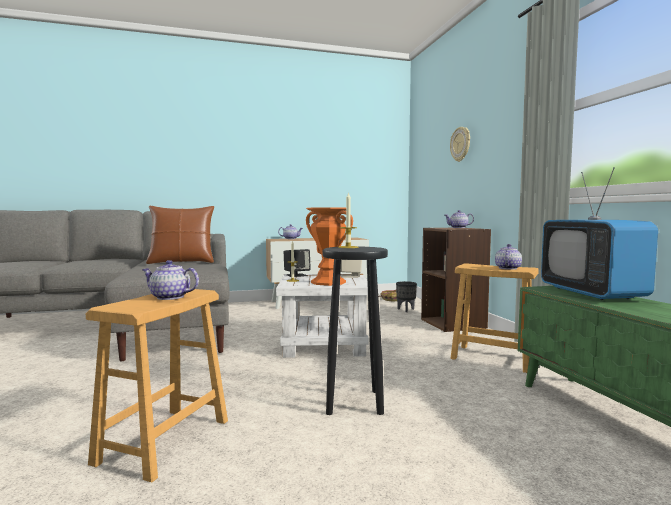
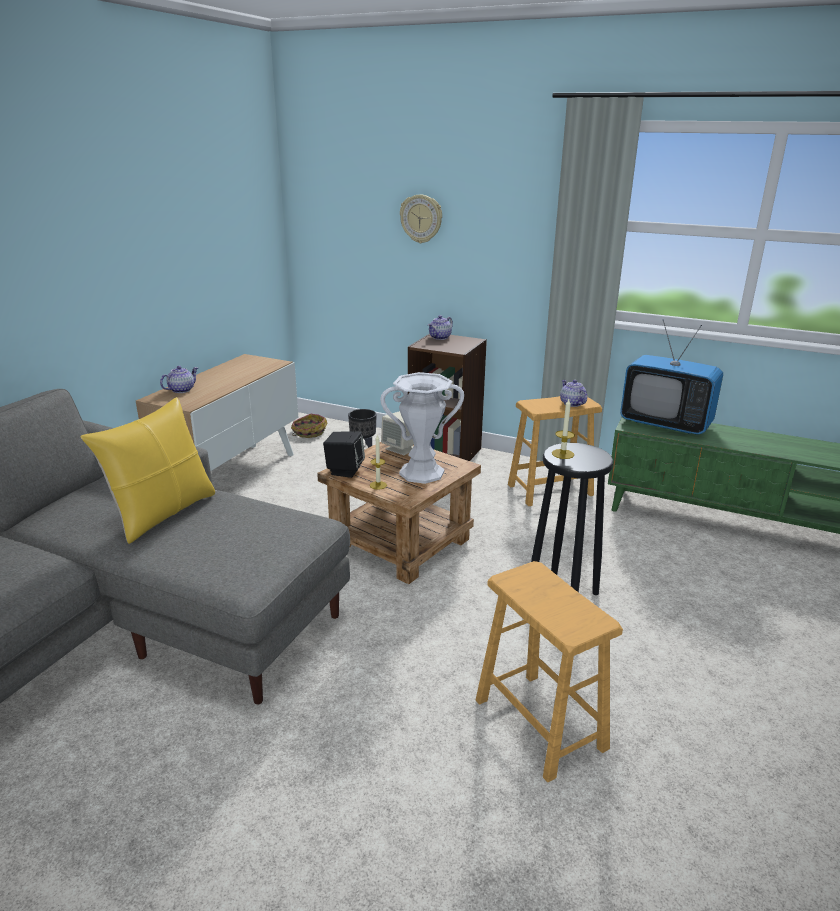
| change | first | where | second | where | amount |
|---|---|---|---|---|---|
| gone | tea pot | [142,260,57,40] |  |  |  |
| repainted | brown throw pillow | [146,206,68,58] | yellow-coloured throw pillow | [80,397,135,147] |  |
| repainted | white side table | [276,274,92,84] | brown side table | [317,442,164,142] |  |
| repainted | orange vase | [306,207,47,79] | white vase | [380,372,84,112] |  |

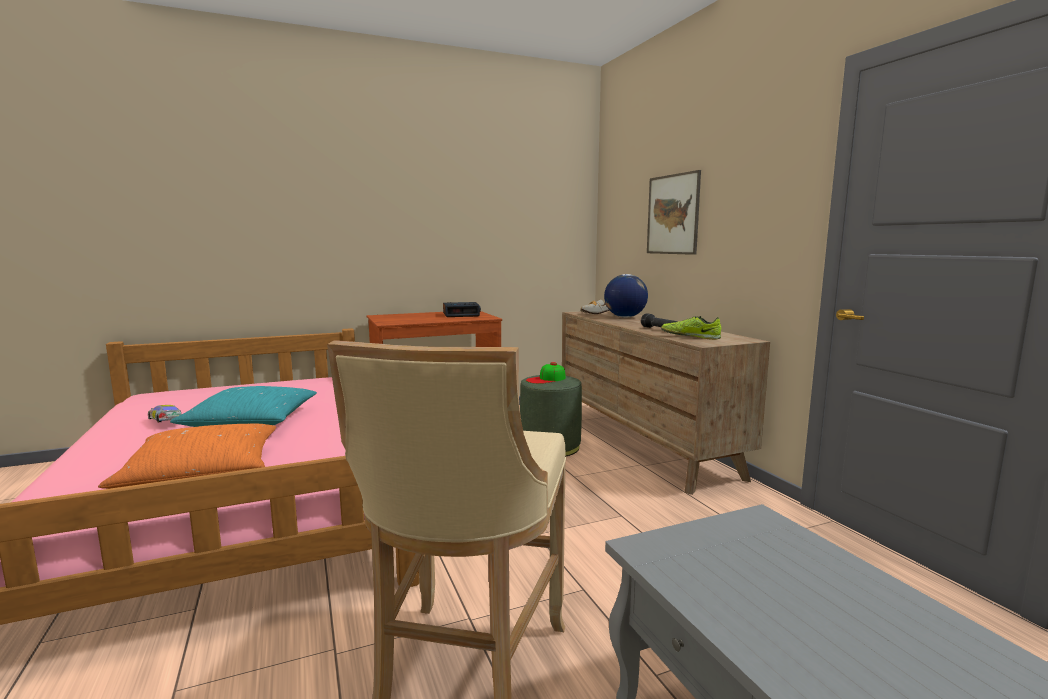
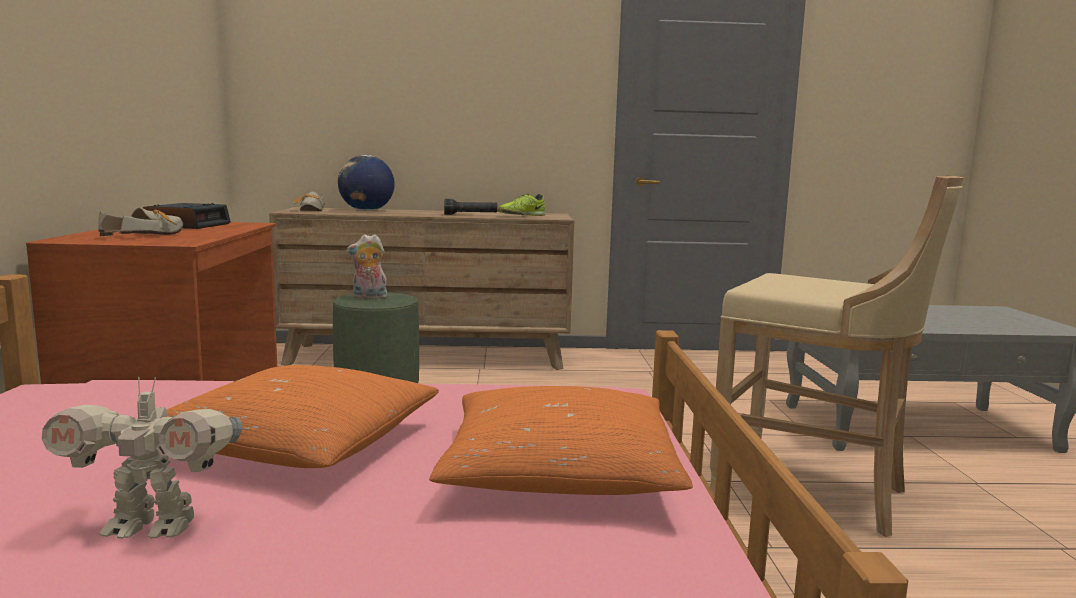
| change | first | where | second | where | amount |
|---|---|---|---|---|---|
| gone | wall art | [647,170,54,85] |  |  |  |
| new |  |  | item of footwear | [98,208,85,29] |  |
| swapped | model car | [148,405,33,17] | toy robot | [42,377,200,162] |  |
| swapped | cap | [526,362,40,22] | plush toy | [347,234,40,65] |  |
| repainted | blue-green throw pillow | [170,386,147,41] | orange throw pillow | [166,365,273,103] |  |

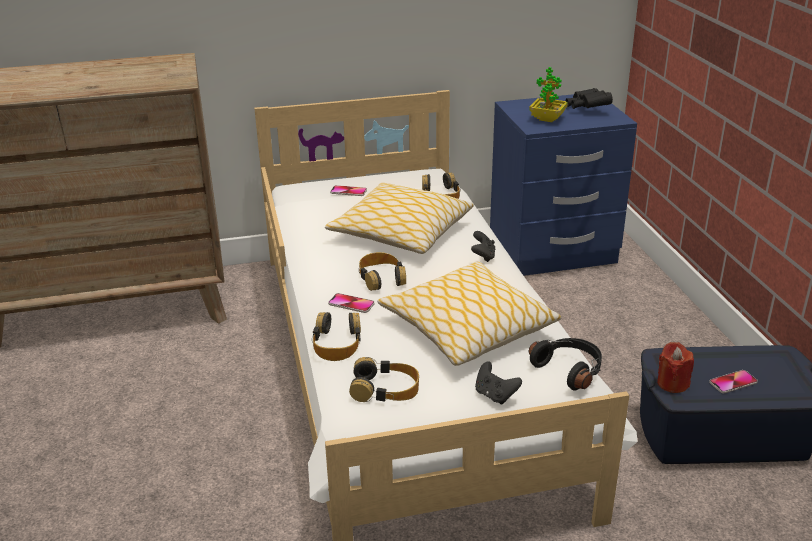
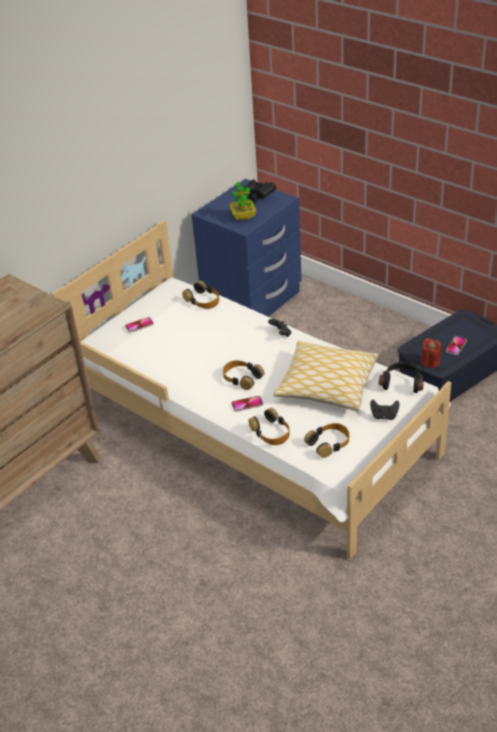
| change | first | where | second | where | amount |
|---|---|---|---|---|---|
| gone | throw pillow | [325,182,149,72] |  |  |  |

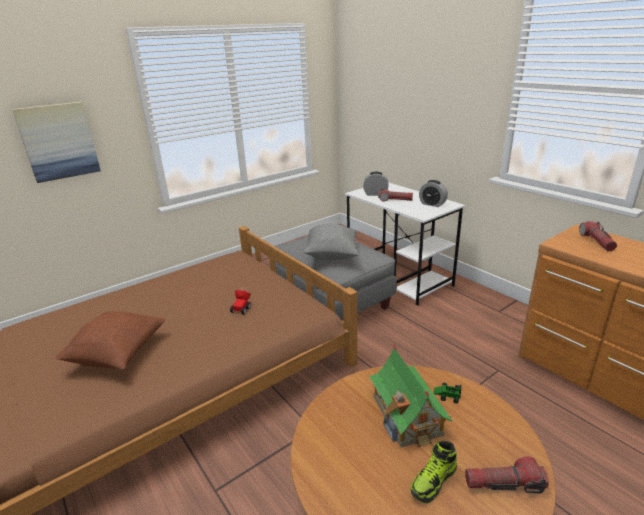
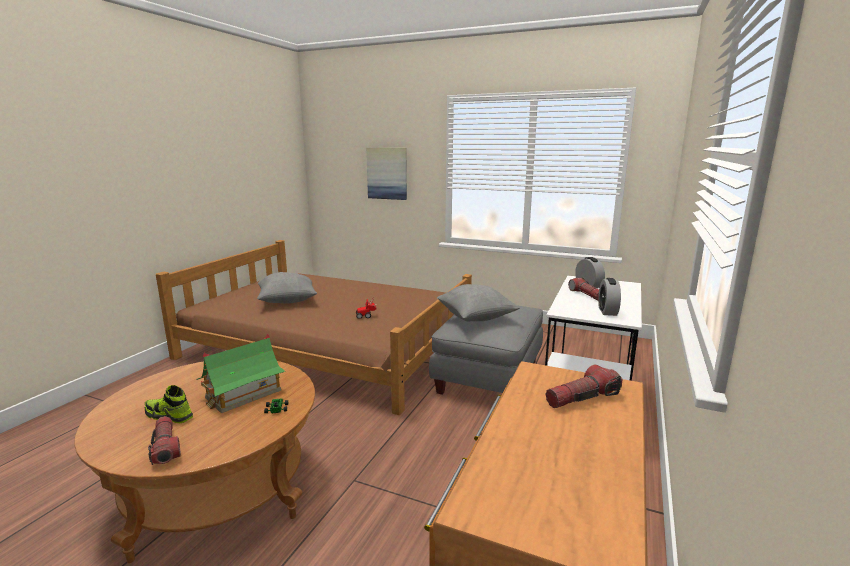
| change | first | where | second | where | amount |
|---|---|---|---|---|---|
| repainted | brown throw pillow | [56,312,110,58] | greyish throw pillow | [257,272,60,32] |  |

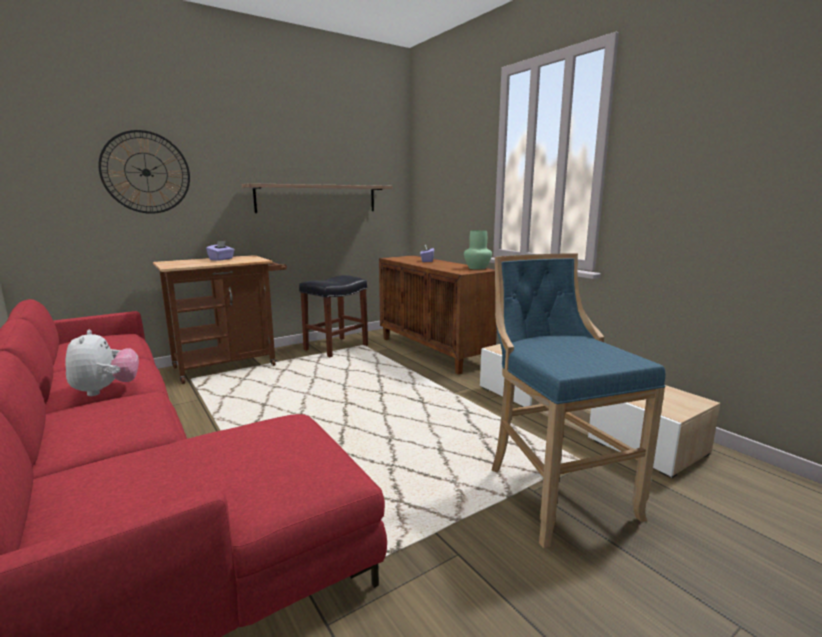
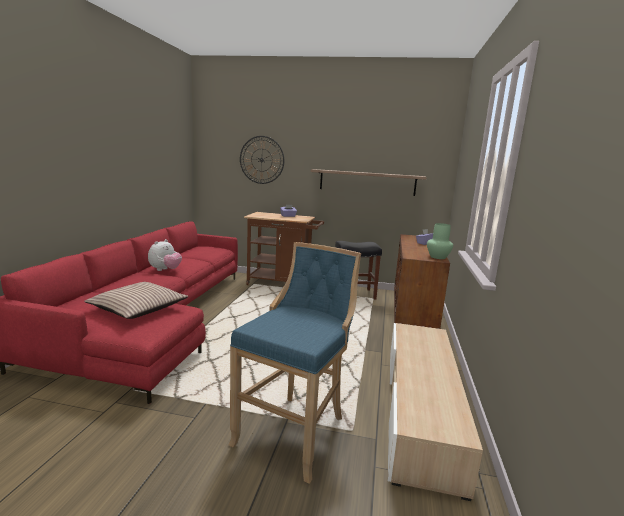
| change | first | where | second | where | amount |
|---|---|---|---|---|---|
| new |  |  | throw pillow | [84,282,104,37] |  |

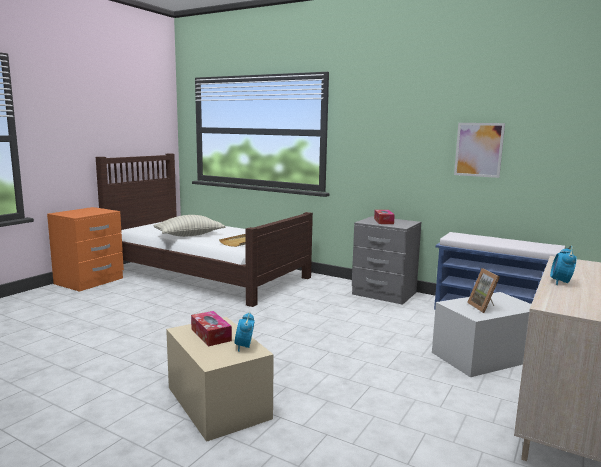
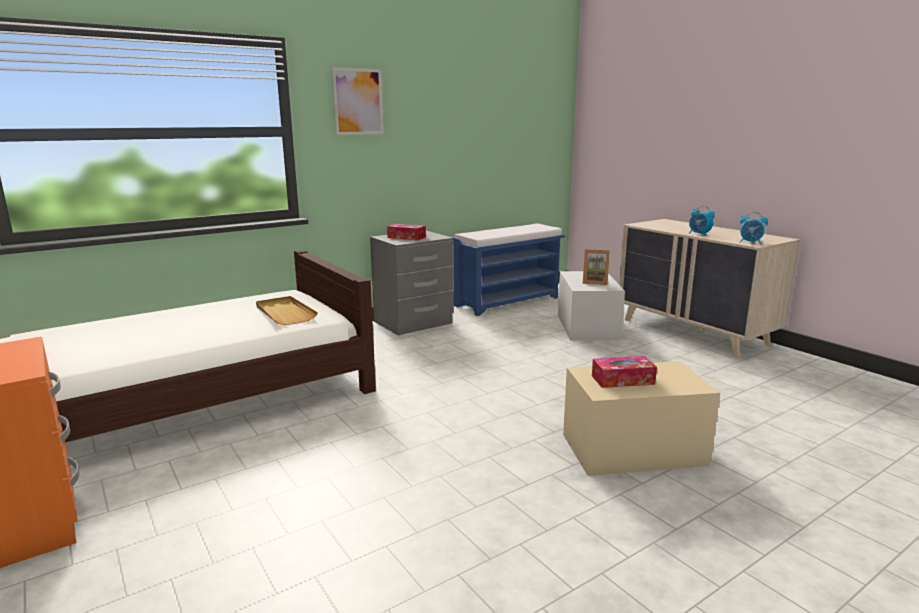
| change | first | where | second | where | amount |
|---|---|---|---|---|---|
| gone | throw pillow | [153,215,72,22] |  |  |  |
| shifted | alarm clock | [234,312,21,40] |  | [740,212,28,32] |  |
| shifted | wall art | [454,123,51,55] |  | [332,67,52,68] |  |

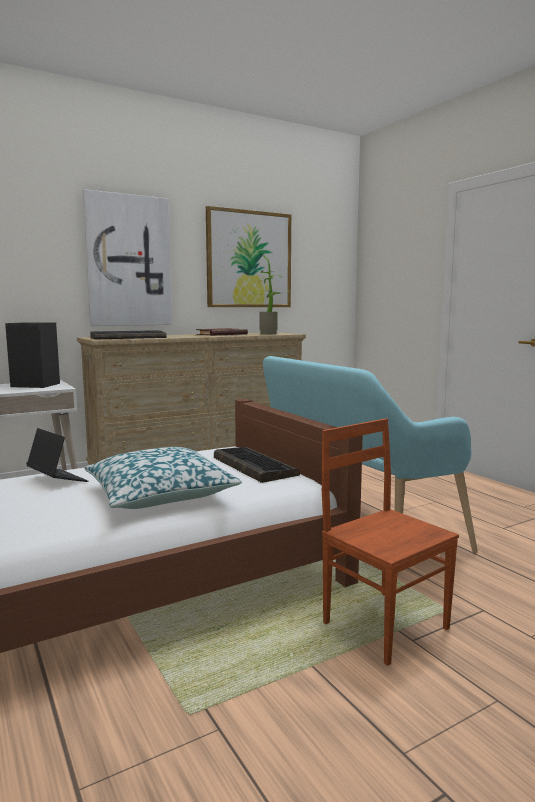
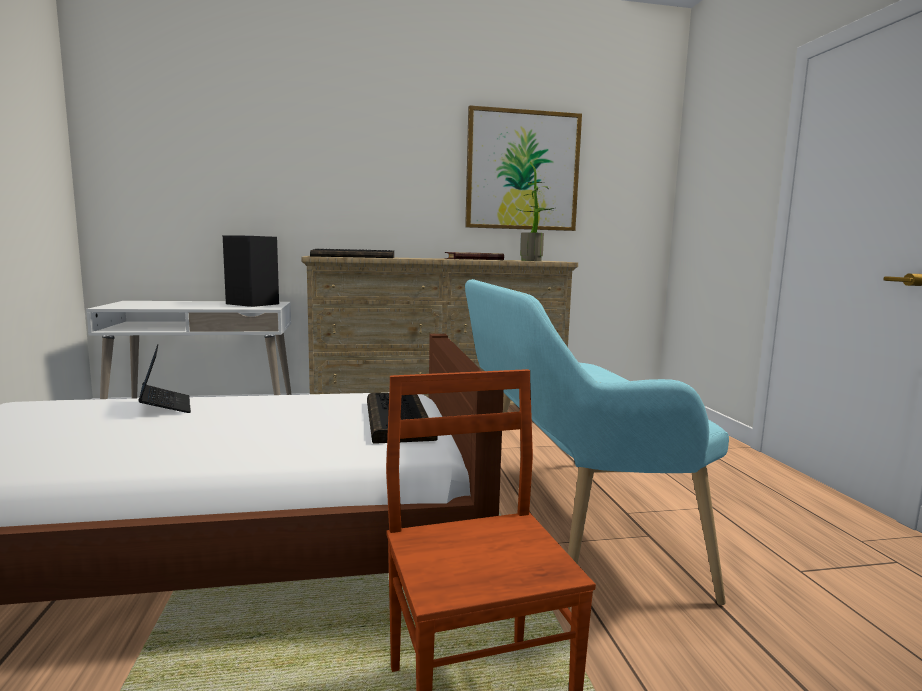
| change | first | where | second | where | amount |
|---|---|---|---|---|---|
| gone | wall art | [83,189,89,137] |  |  |  |
| gone | throw pillow | [84,447,158,62] |  |  |  |

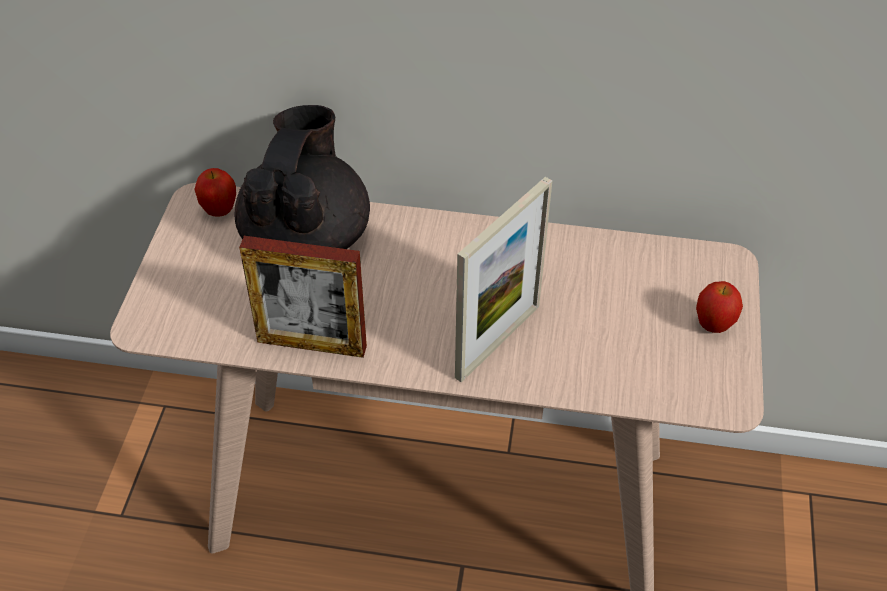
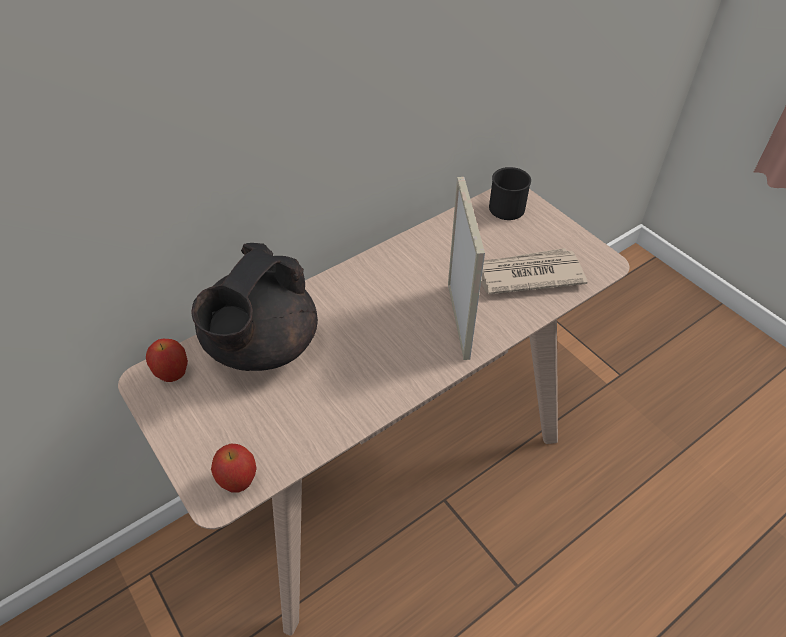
| change | first | where | second | where | amount |
|---|---|---|---|---|---|
| gone | photo frame | [239,236,128,122] |  |  |  |
| new |  |  | daily paper | [481,248,106,46] |  |
| new |  |  | black coffee mug | [489,167,42,53] |  |
| shifted | apple fruit | [696,281,47,52] |  | [211,444,46,49] |  |
| rotated | black tea pot | [234,105,136,144] |  | [191,243,127,128] | 120 degrees counterclockwise |

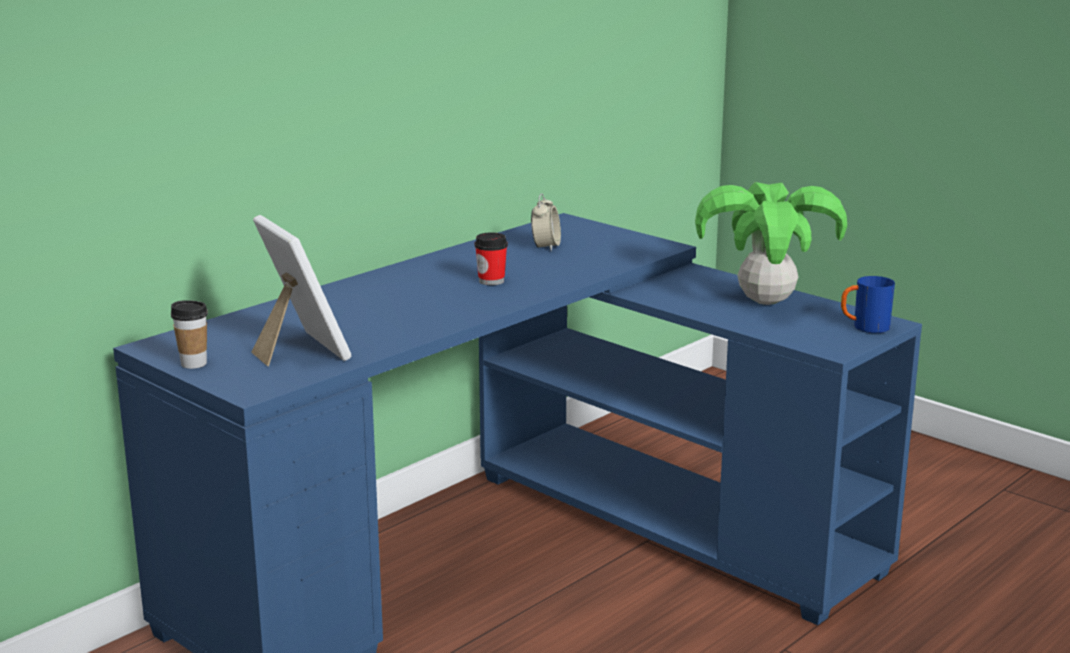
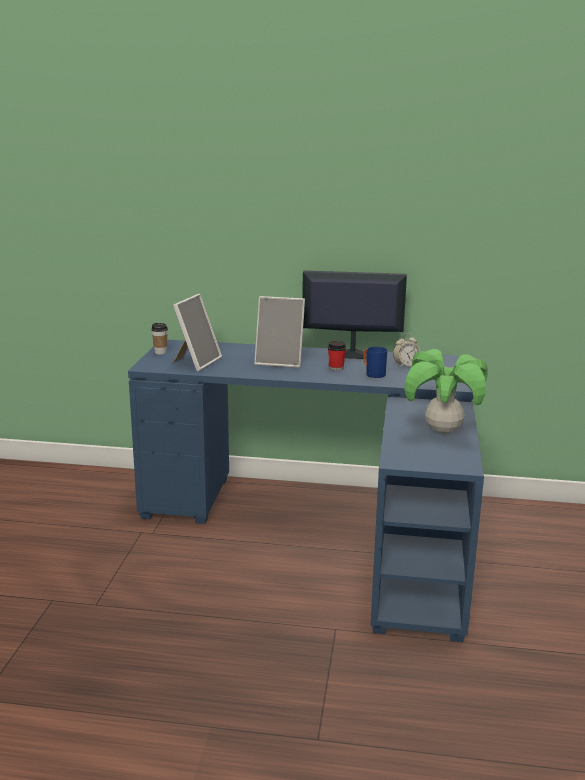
| change | first | where | second | where | amount |
|---|---|---|---|---|---|
| new |  |  | photo frame | [254,296,51,72] |  |
| new |  |  | computer display | [302,270,105,89] |  |
| shifted | blue-coloured coffee mug | [841,276,54,57] |  | [363,347,24,31] |  |

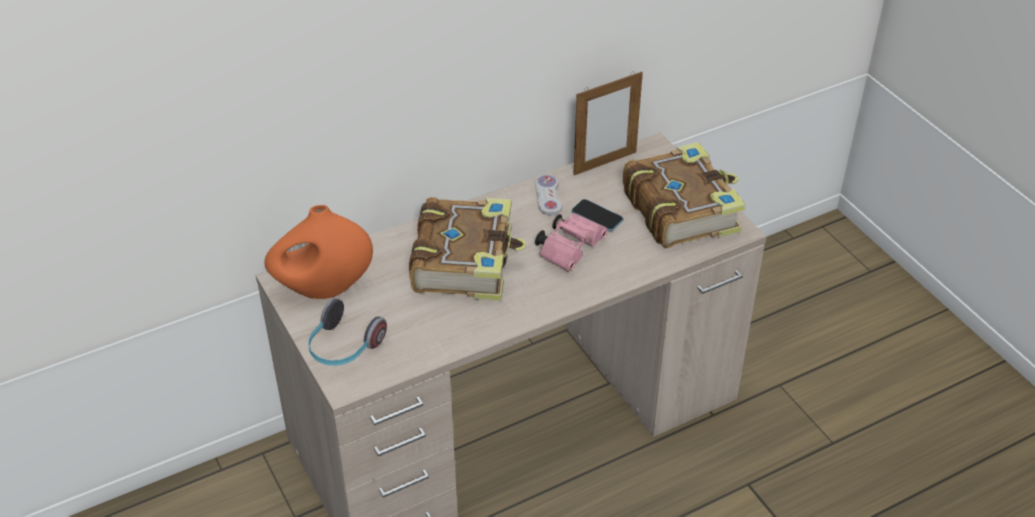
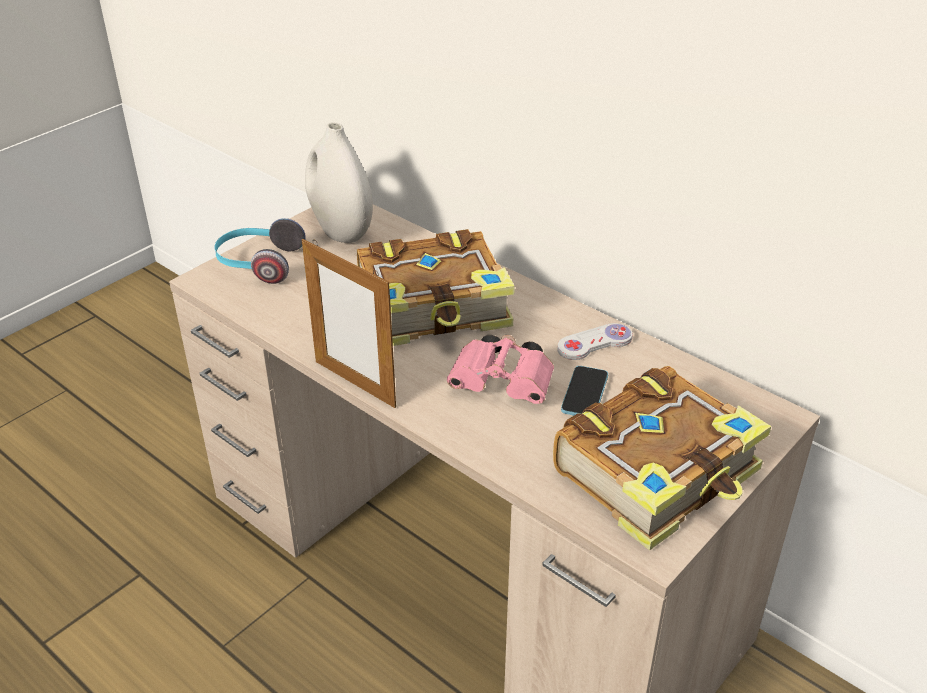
| change | first | where | second | where | amount |
|---|---|---|---|---|---|
| shifted | photo frame | [574,72,69,103] |  | [302,239,94,169] |  |
| repainted | orange vase | [264,205,109,94] | white vase | [305,122,68,121] |  |

